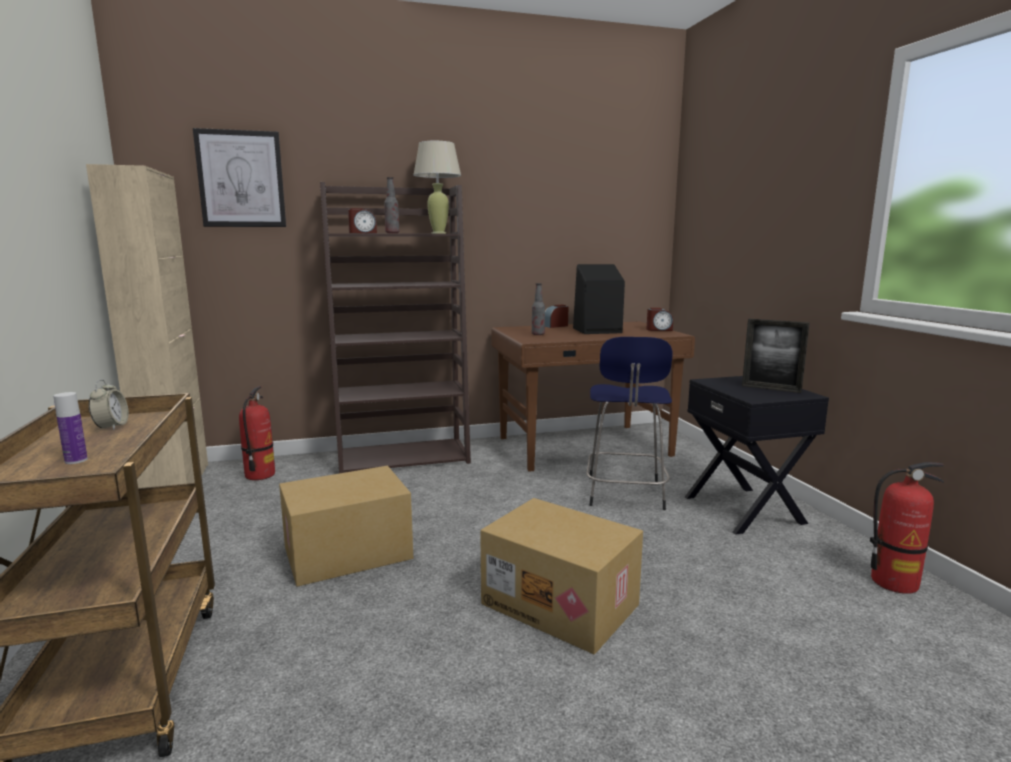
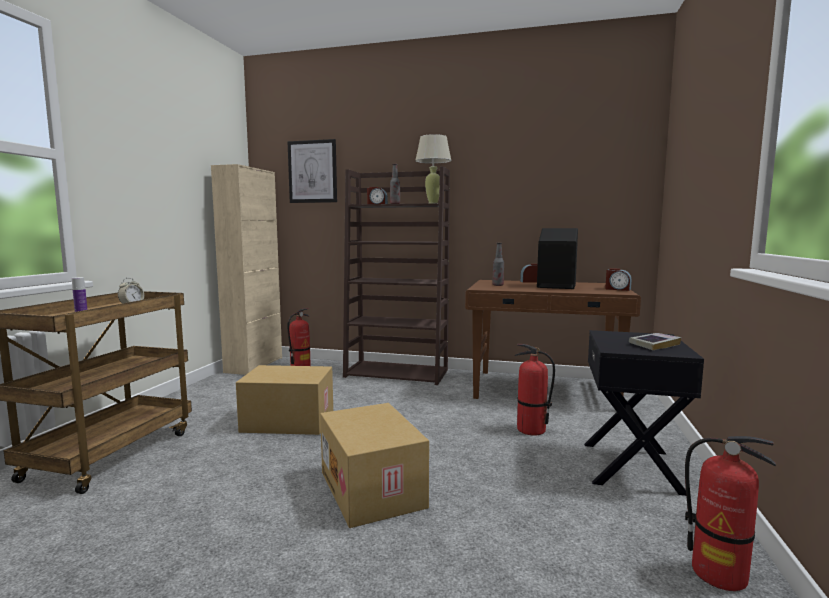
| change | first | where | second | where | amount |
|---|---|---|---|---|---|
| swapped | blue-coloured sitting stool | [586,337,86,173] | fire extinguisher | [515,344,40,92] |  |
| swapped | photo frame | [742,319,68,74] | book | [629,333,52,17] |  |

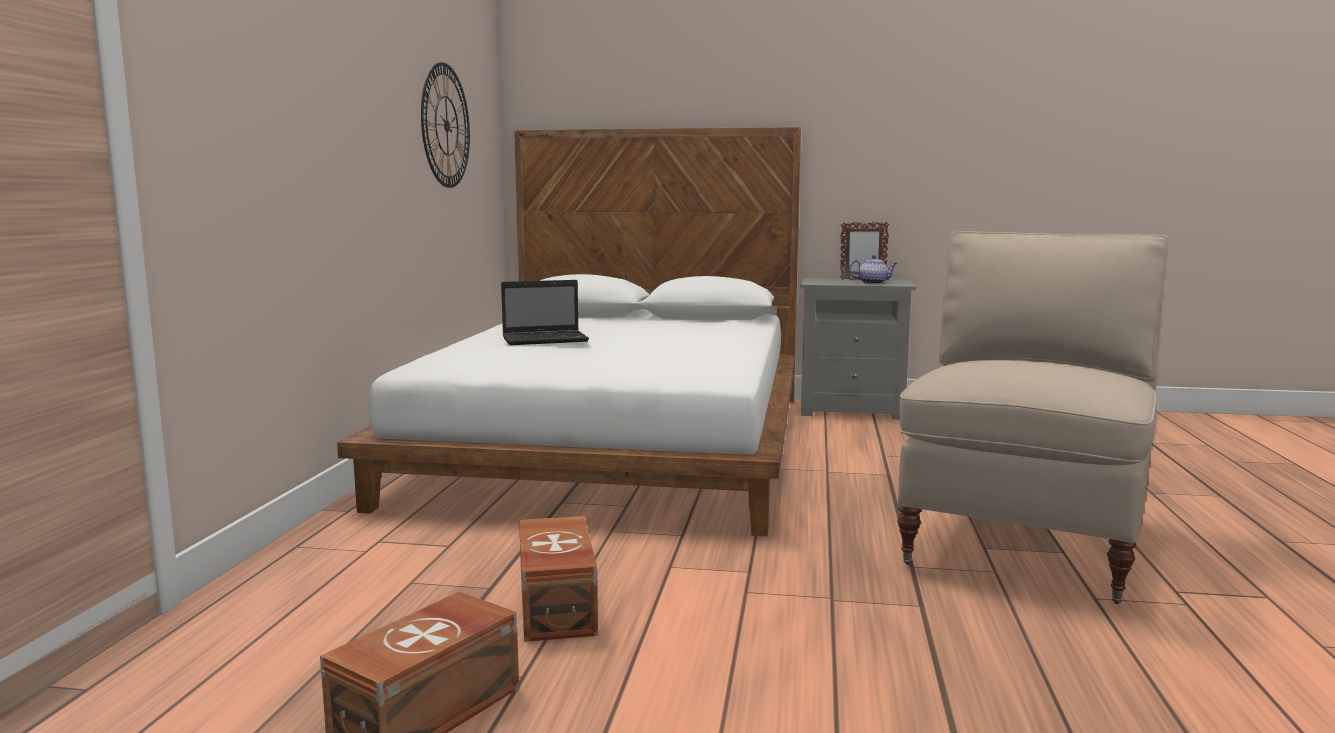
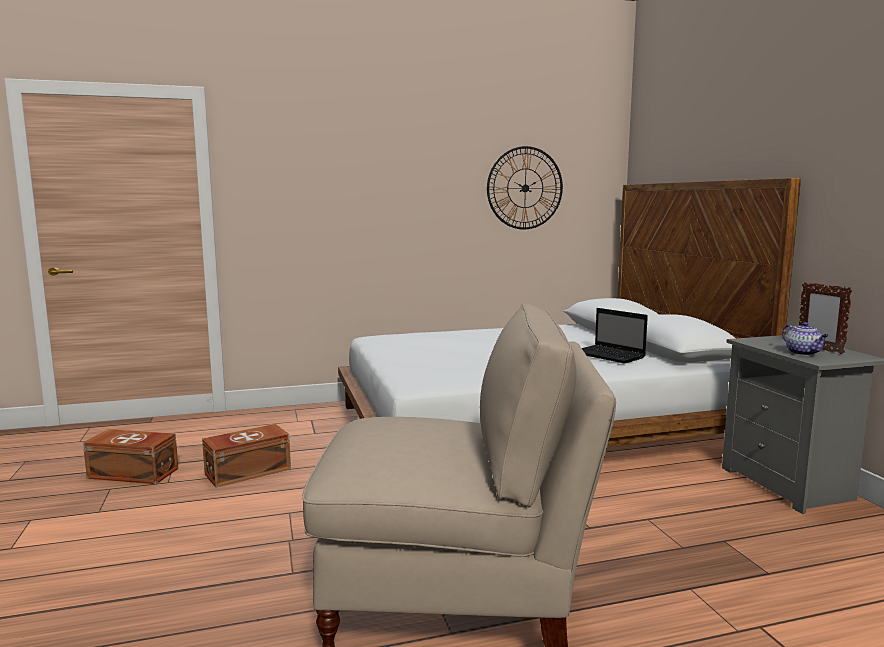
| change | first | where | second | where | amount |
|---|---|---|---|---|---|
| shifted | portable computer | [501,280,88,65] |  | [582,308,66,56] |  |

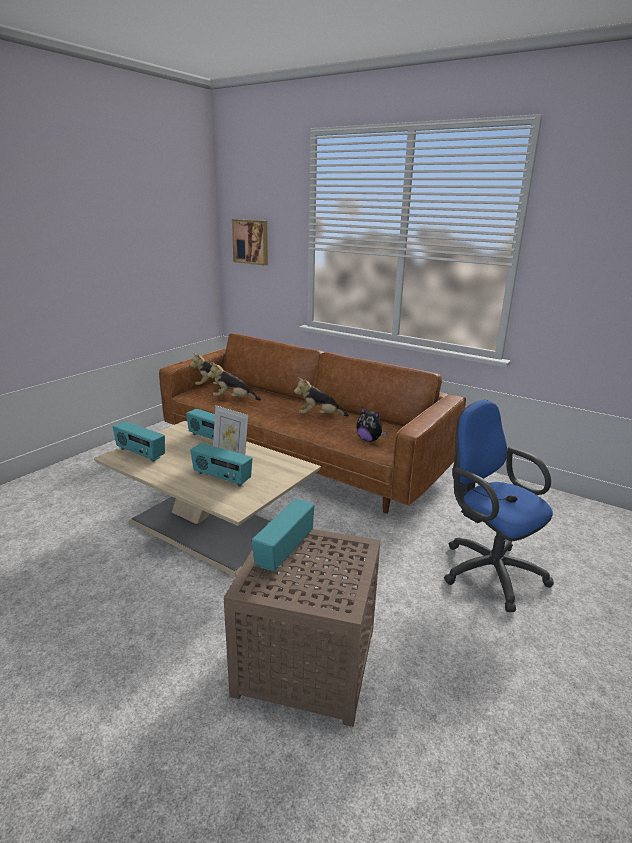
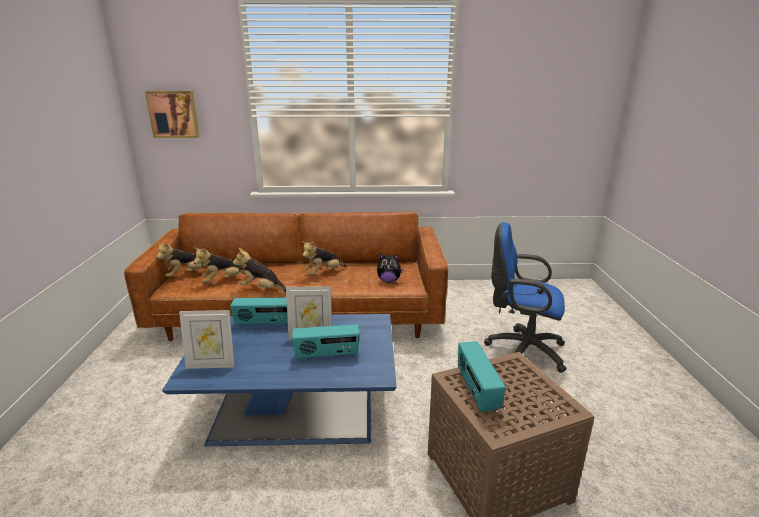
| change | first | where | second | where | amount |
|---|---|---|---|---|---|
| new |  |  | plush toy | [233,248,53,44] |  |
| swapped | radio receiver | [113,421,52,41] | photo frame | [179,310,56,59] |  |
| repainted | beige low table | [94,421,227,156] | blue-coloured low table | [162,314,235,132] |  |

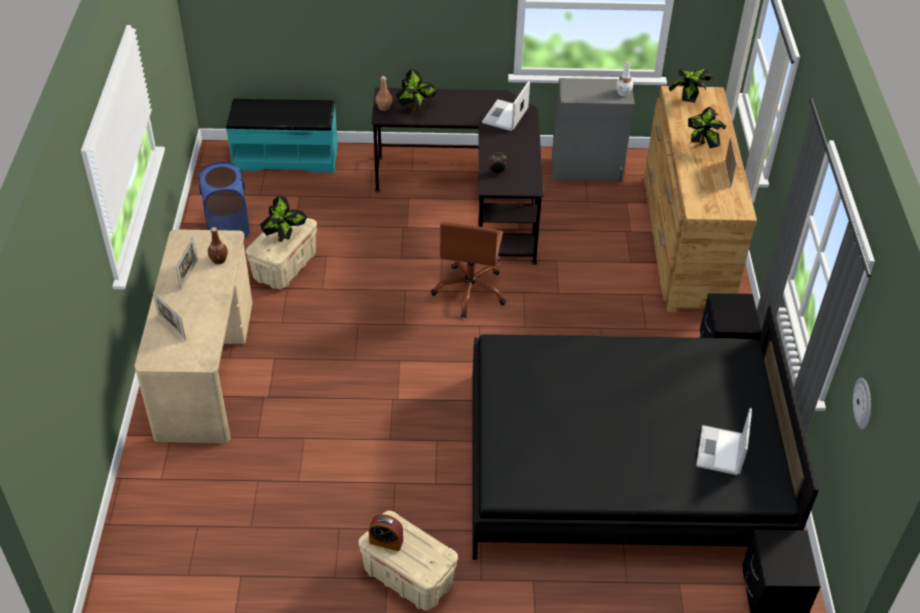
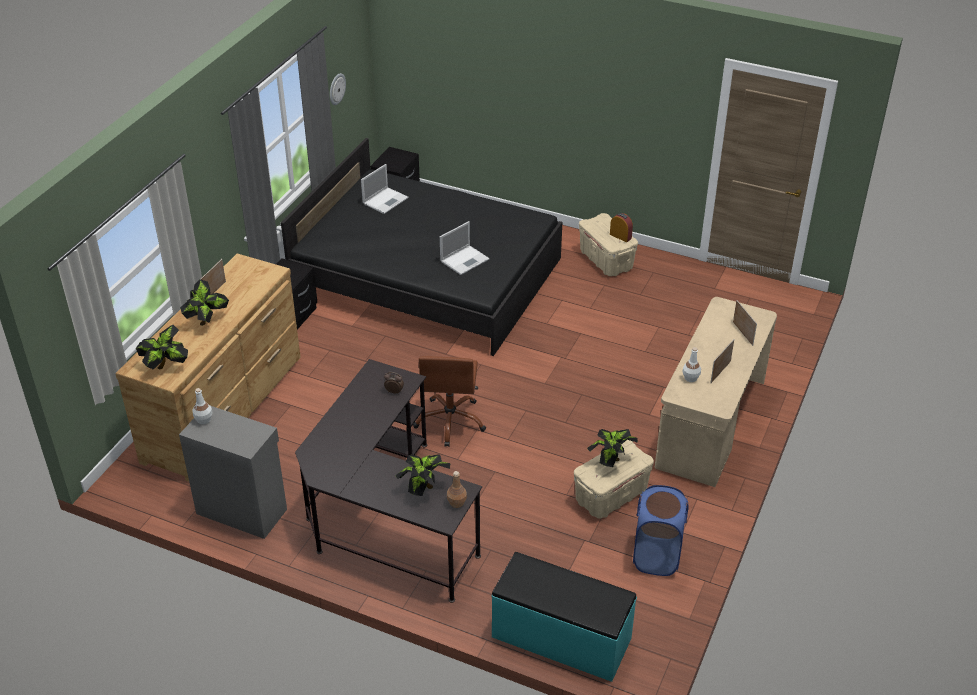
| change | first | where | second | where | amount |
|---|---|---|---|---|---|
| shifted | portable computer | [482,81,48,50] |  | [440,221,50,54] |  |
| repainted | brown drink bottle | [208,227,20,37] | white drink bottle | [682,347,19,35] |  |
| rotated | brown computer chair | [431,222,75,96] |  | [413,356,73,91] | 150 degrees clockwise |

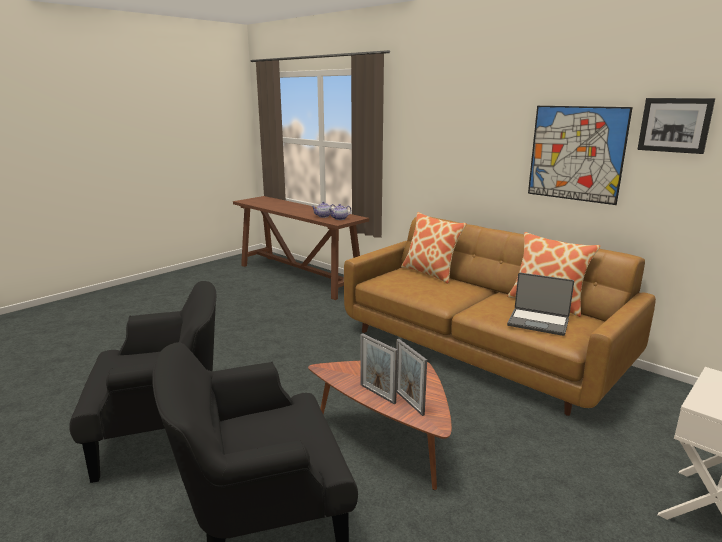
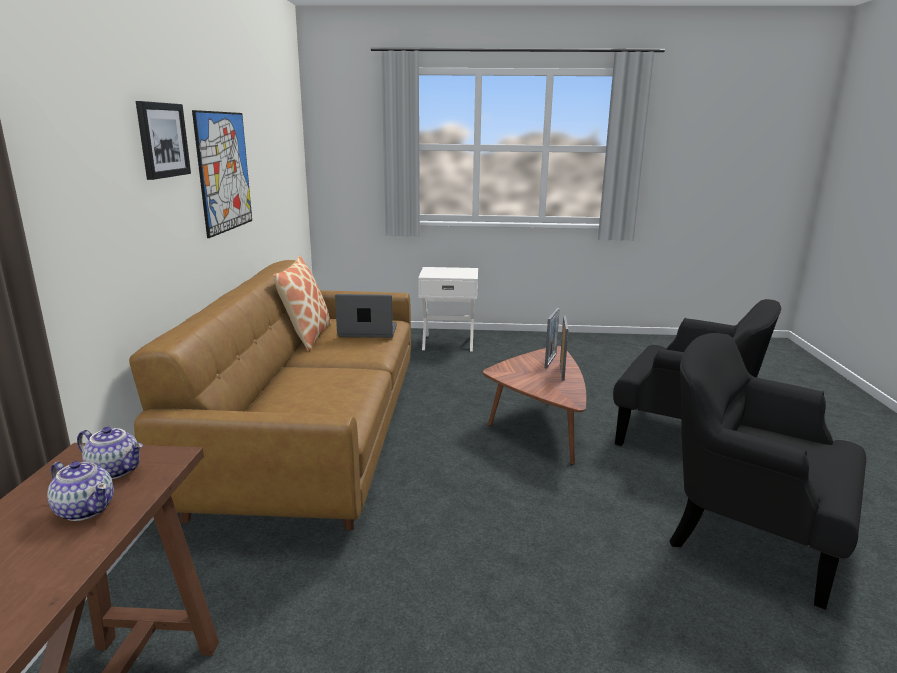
| change | first | where | second | where | amount |
|---|---|---|---|---|---|
| gone | throw pillow | [401,212,66,72] |  |  |  |
| shifted | wall art | [637,98,78,56] |  | [136,101,55,79] |  |
| rotated | portable computer | [507,273,67,63] |  | [335,294,62,44] | 75 degrees counterclockwise |

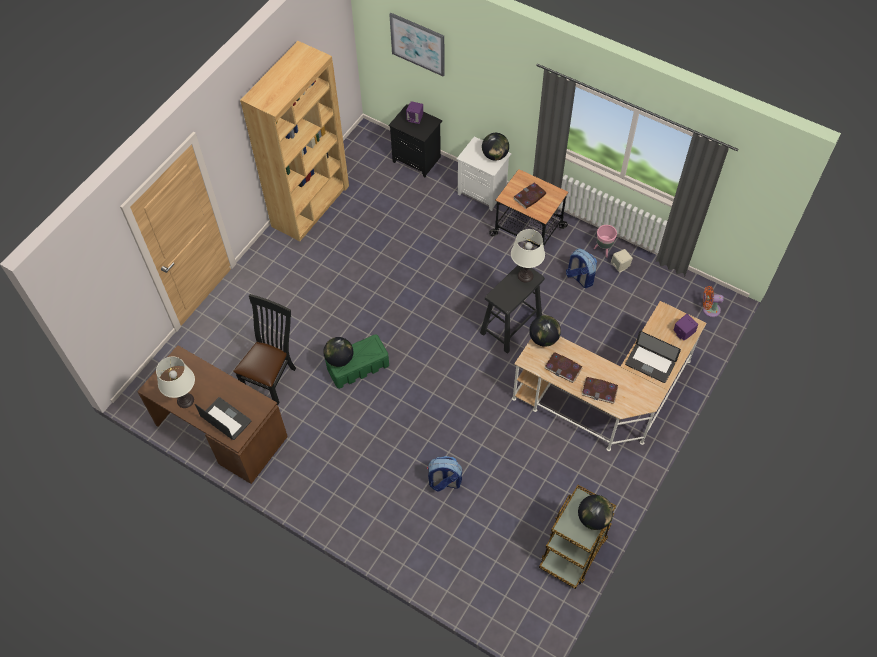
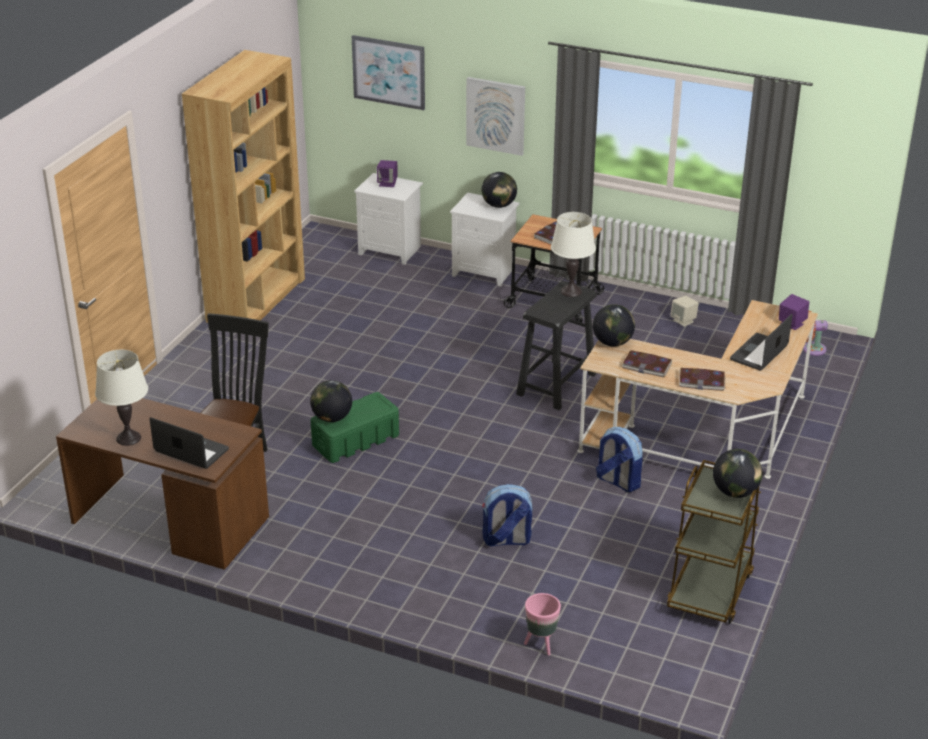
| change | first | where | second | where | amount |
|---|---|---|---|---|---|
| new |  |  | wall art | [466,77,59,79] |  |
| shifted | knapsack | [566,248,31,40] |  | [596,427,47,65] |  |
| shifted | pink-coloured plant pot | [594,225,23,33] |  | [524,593,37,63] |  |
| repainted | black night table | [389,104,53,74] | white night table | [354,173,69,92] |  |
| rotated | portable computer | [625,331,56,52] |  | [730,314,63,57] | 105 degrees clockwise |

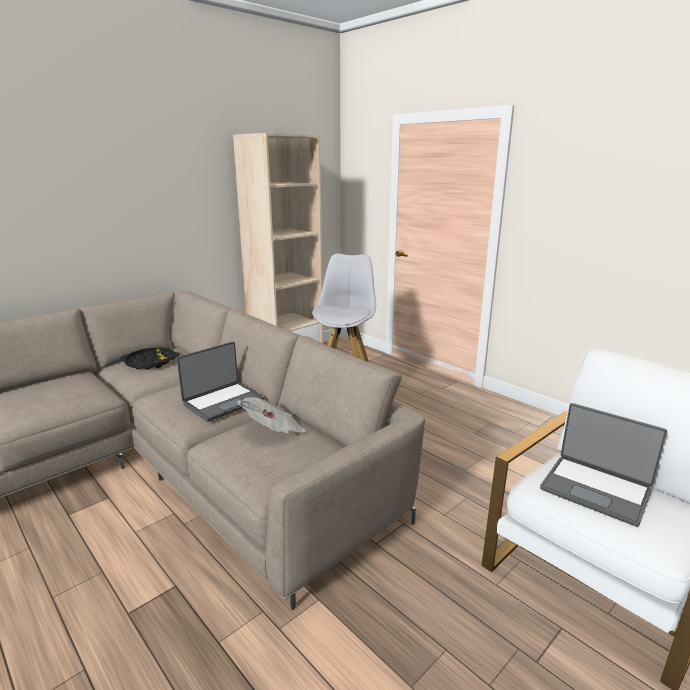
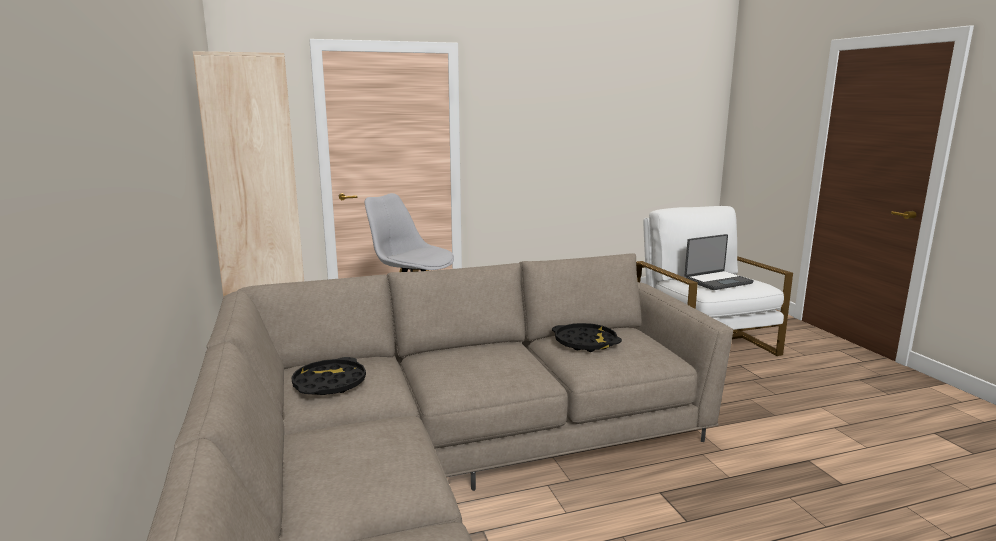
| change | first | where | second | where | amount |
|---|---|---|---|---|---|
| gone | portable computer | [177,342,87,80] |  |  |  |
| swapped | daily paper | [237,397,69,36] | black tray | [552,323,70,29] |  |

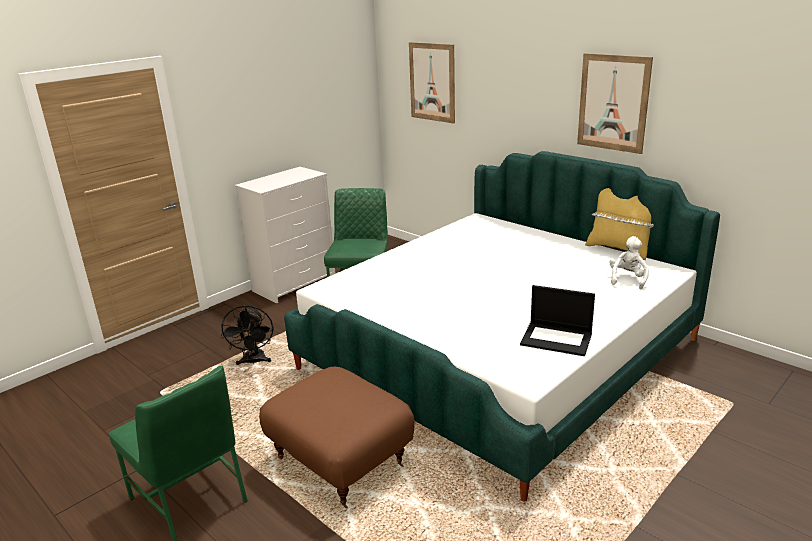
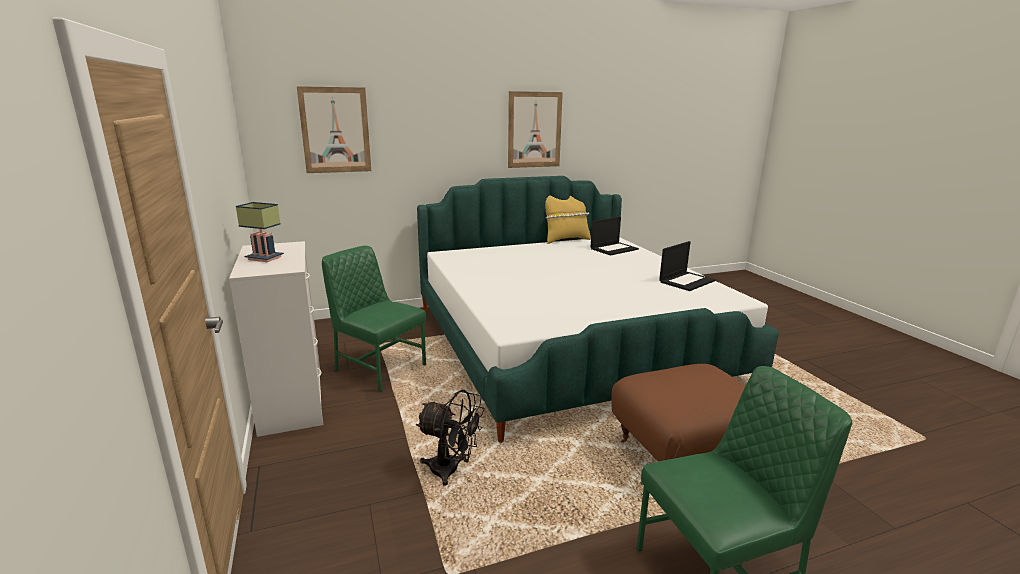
| change | first | where | second | where | amount |
|---|---|---|---|---|---|
| new |  |  | table lamp | [236,202,48,60] |  |
| swapped | white plush toy | [609,236,40,53] | portable computer | [591,217,48,39] |  |

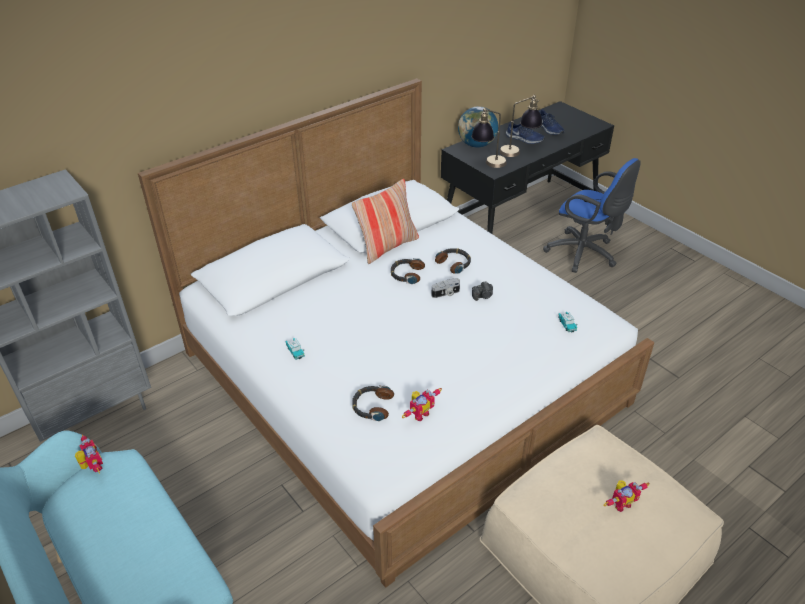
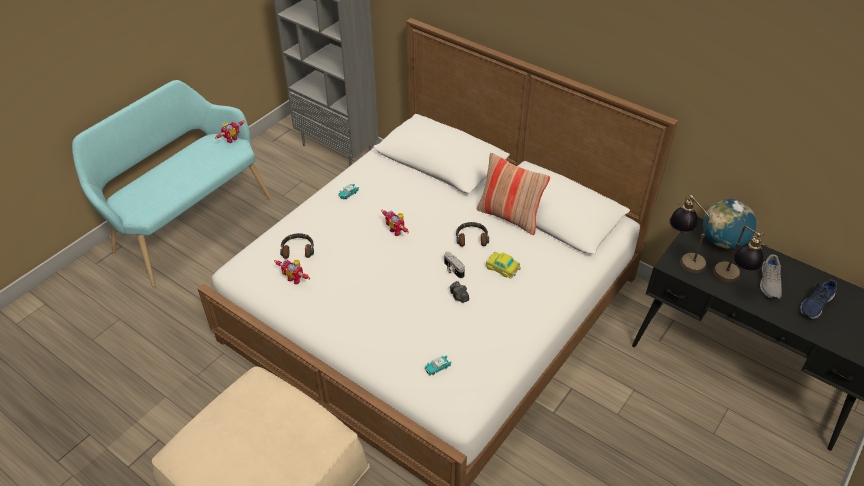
| change | first | where | second | where | amount |
|---|---|---|---|---|---|
| gone | blue-coloured computer chair | [543,158,98,115] |  |  |  |
| shifted | toy robot | [603,481,47,31] |  | [382,210,27,26] |  |
| swapped | pair of headphones | [435,248,36,26] | model car | [485,252,36,27] |  |
| repainted | blue-coloured item of footwear | [506,122,39,22] | greyish item of footwear | [760,254,22,46] |  |

